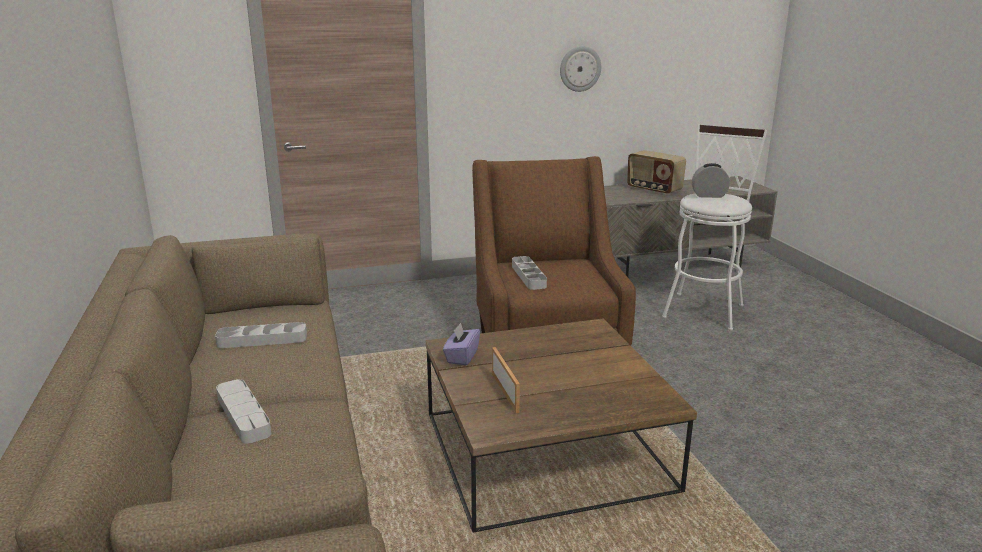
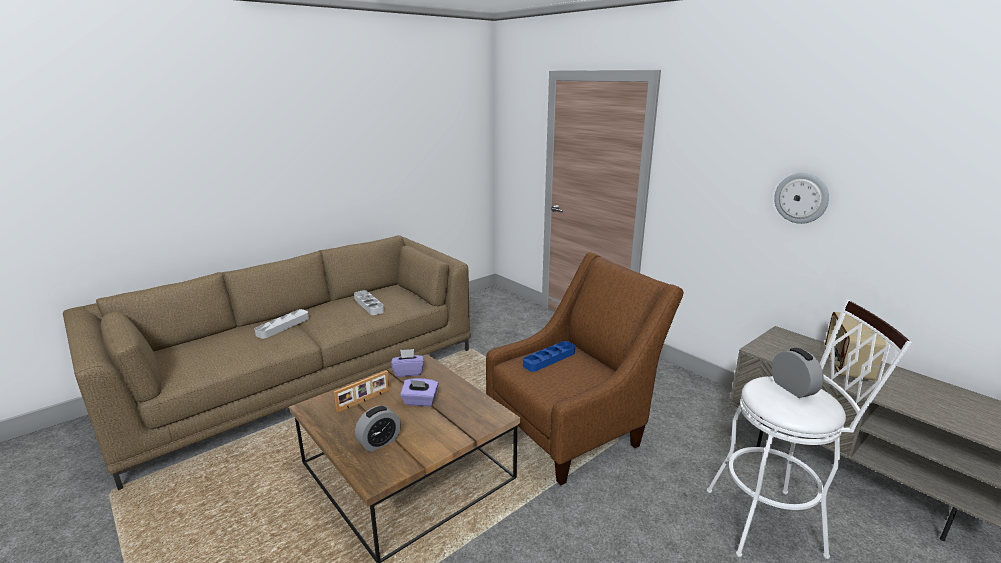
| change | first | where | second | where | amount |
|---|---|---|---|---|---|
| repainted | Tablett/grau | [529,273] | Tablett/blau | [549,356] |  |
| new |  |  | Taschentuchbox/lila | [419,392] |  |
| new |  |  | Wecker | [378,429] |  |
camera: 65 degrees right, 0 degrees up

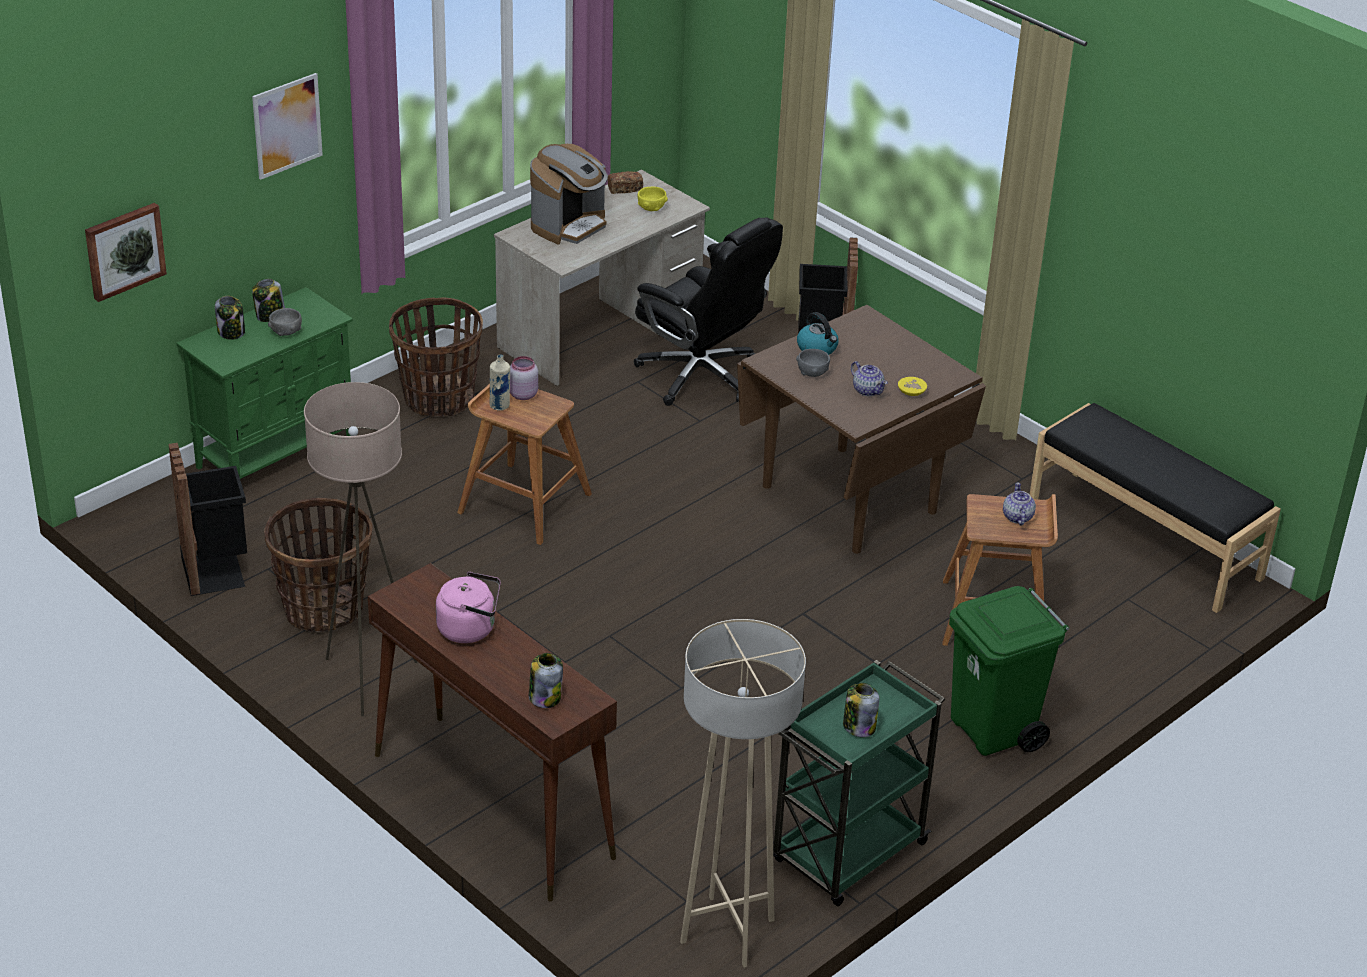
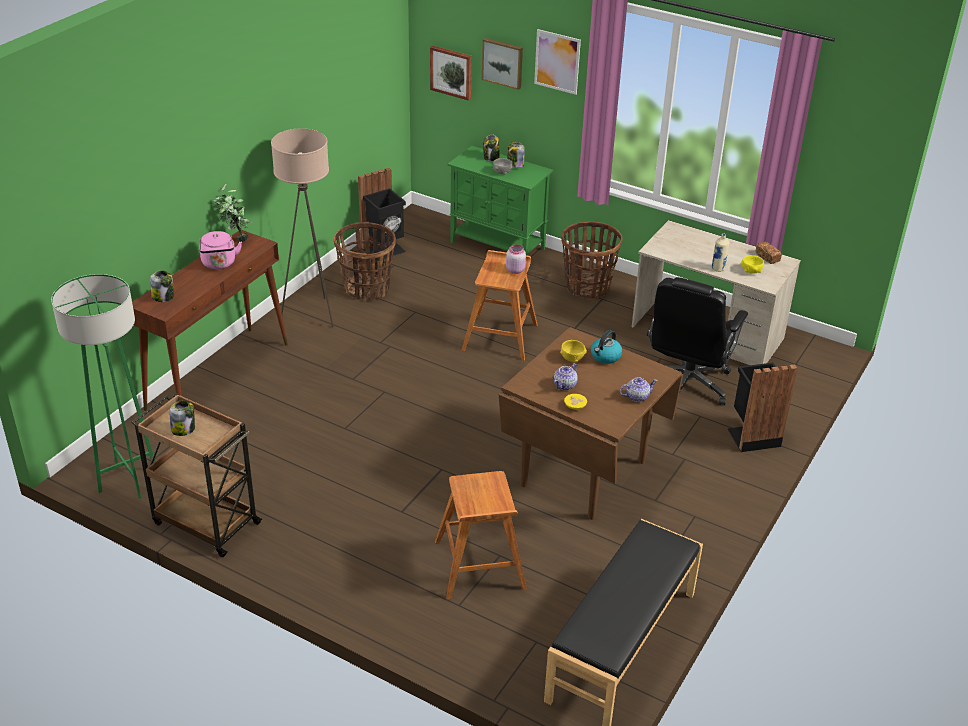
| change | first | where | second | where | amount |
|---|---|---|---|---|---|
| gone | Kaffeemaschine | [569,194] |  |  |  |
| repainted | Schüssel/grau | [813,363] | Schüssel/gelb | [573,351] |  |
| shifted | Flasche/beige | [500,382] |  | [720,253] |  |
| shifted | Teekanne | [1019,504] |  | [639,389] |  |
| gone | Mülleimer/grün | [1009,671] |  |  |  |
| repainted | Stehlampe/beige | [743,793] | Stehlampe/grün | [103,386] |  |
| repainted | Rollwagen/grün | [859,783] | Rollwagen/braun | [197,475] |  |
| new |  |  | Bild | [502,64] |  |
| new |  |  | Topfpflanze | [232,213] |  |
camera: 75 degrees right, 0 degrees up

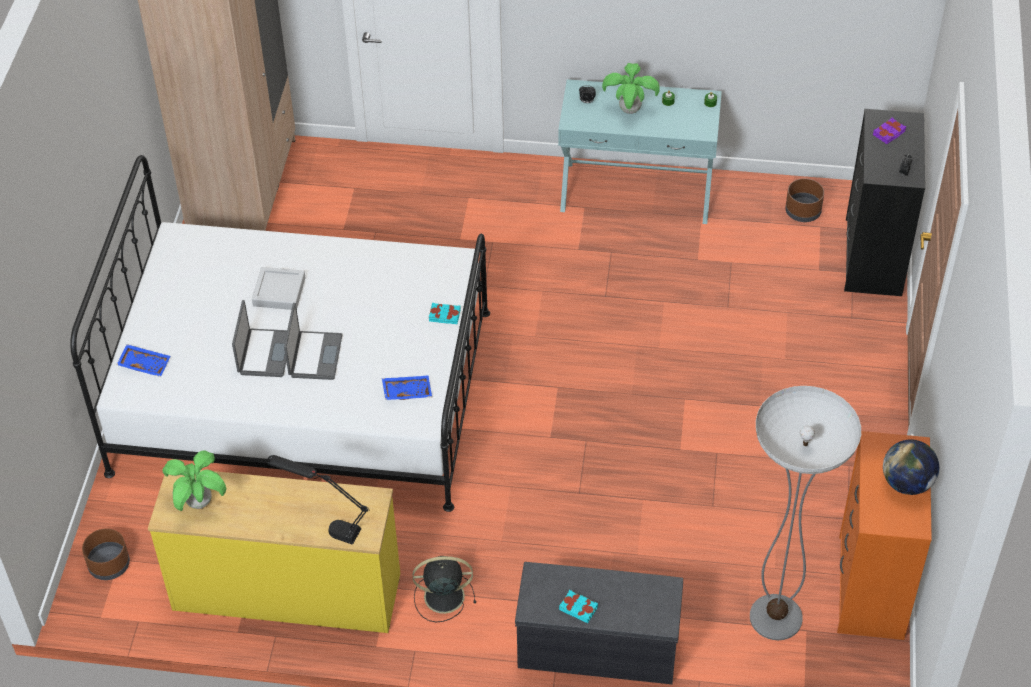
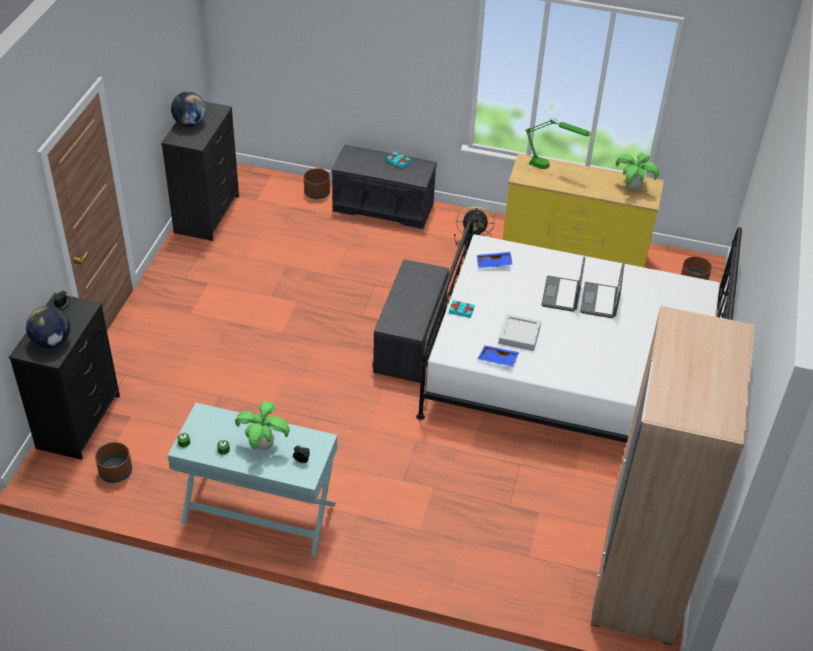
| change | first | where | second | where | amount |
|---|---|---|---|---|---|
| swapped | Buch/lila | [889,130] | Globus | [48,327] |  |
| shifted | Tablett/grau | [279,288] |  | [520,332] |  |
| shifted | Tablett/blau | [143,360] |  | [499,355] |  |
| gone | Stehlampe | [805,513] |  |  |  |
| repainted | Kommode/orange | [884,535] | Kommode/schwarz | [200,171] |  |
| repainted | Tischlampe/schwarz | [318,500] | Tischlampe/grün | [557,143] |  |
| new |  |  | Pflanzkübel/braun | [317,183] |  |
| new |  |  | Bank/grau | [411,321] |  |
camera: 175 degrees left, 5 degrees down

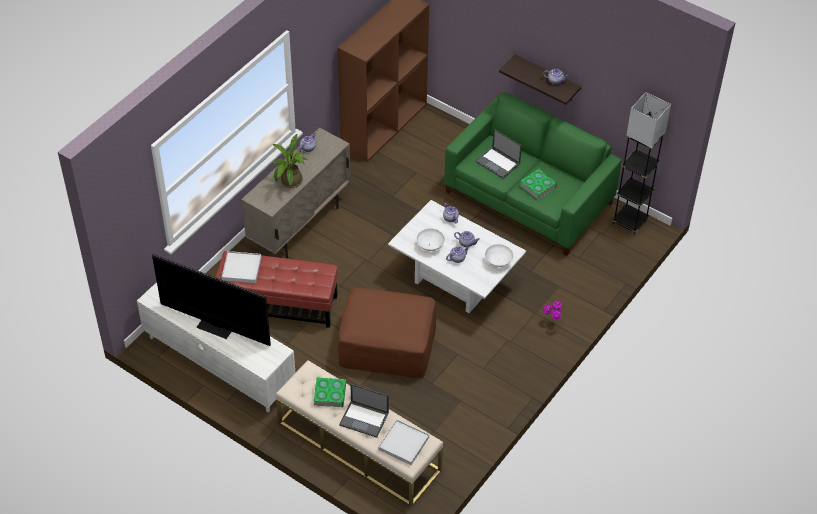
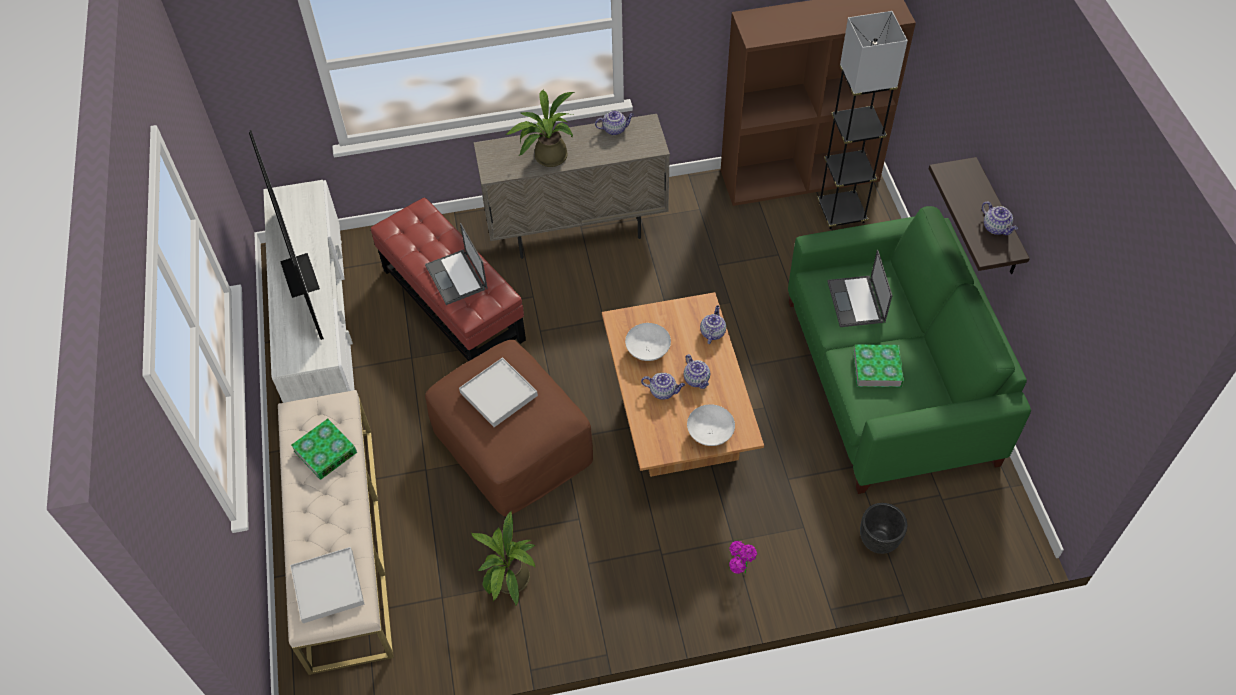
| change | first | where | second | where | amount |
|---|---|---|---|---|---|
| shifted | Stehlampe/grau | [641,163] |  | [863,120] |  |
| repainted | Couchtisch/weiß | [457,256] | Couchtisch/braun | [683,384] |  |
| shifted | Tablett/weiß | [242,267] |  | [498,392] |  |
| shifted | Laptop | [364,411] |  | [456,264] |  |
| new |  |  | Pflanzkübel/schwarz | [883,528] |  |
| new |  |  | Topfpflanze | [503,558] |  |
camera: 45 degrees right, 5 degrees up

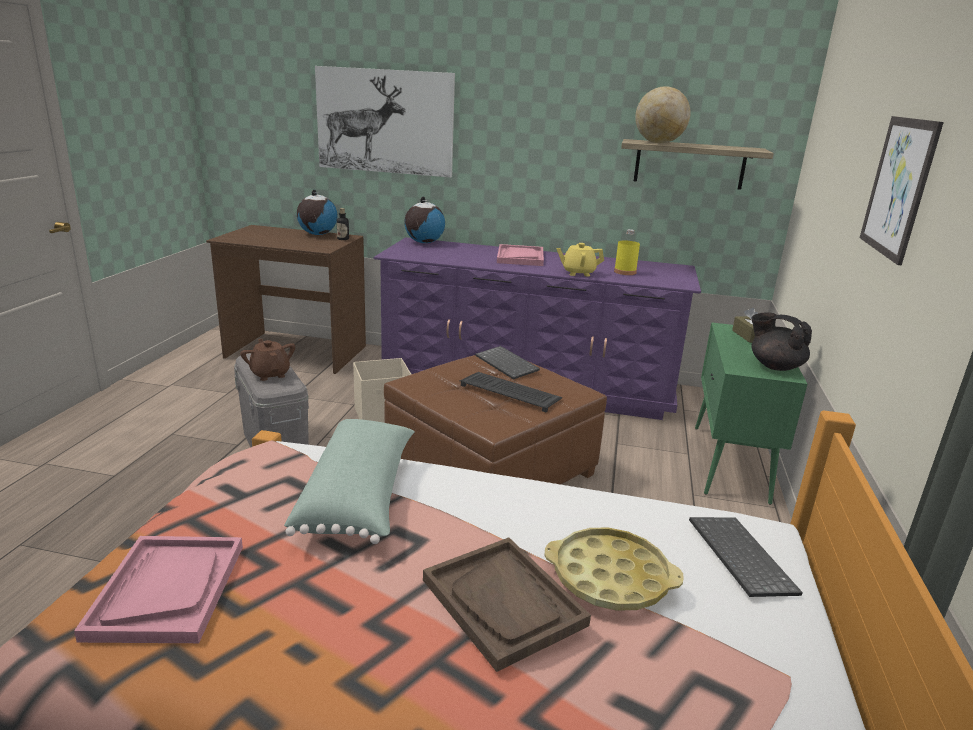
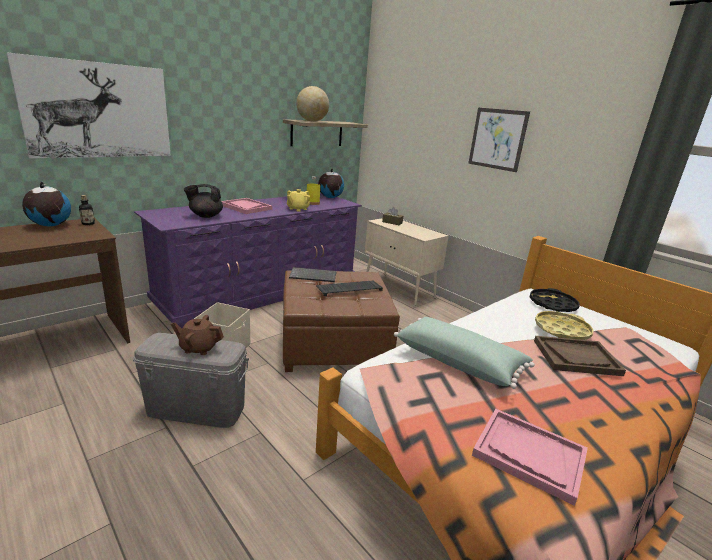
| change | first | where | second | where | amount |
|---|---|---|---|---|---|
| shifted | Globus | [425,220] |  | [331,183] |  |
| shifted | Teekanne/schwarz | [781,341] |  | [203,201] |  |
| repainted | Schrank/grün | [751,413] | Schrank/beige | [407,262] |  |
| swapped | Tastatur | [746,557] | Tablett/schwarz | [555,300] |  |
camera: 55 degrees left, 0 degrees up

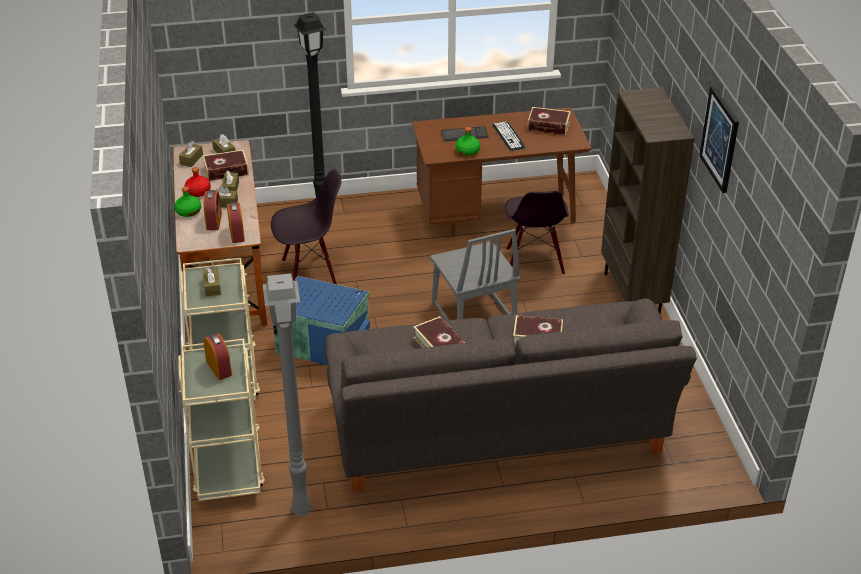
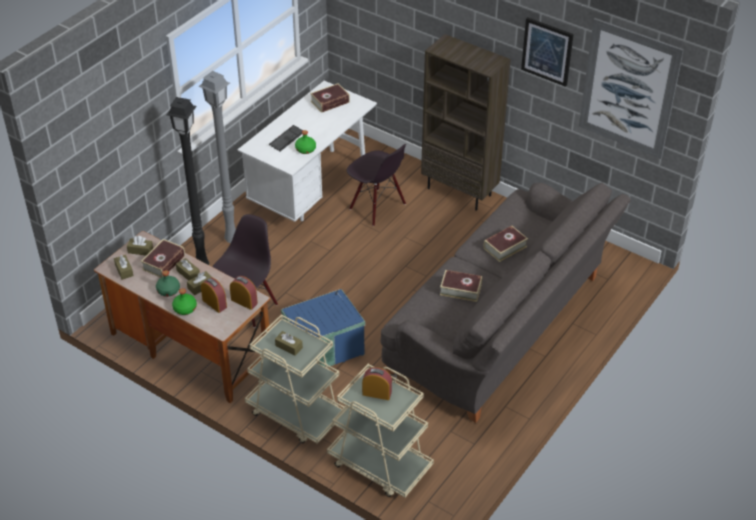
| change | first | where | second | where | amount |
|---|---|---|---|---|---|
| repainted | Schreibtisch/braun | [502,171] | Schreibtisch/weiß | [307,151] |  |
| gone | Tastatur | [509,136] |  |  |  |
| repainted | Flasche/rot | [197,182] | Flasche/grün | [168,283] |  |
| gone | Stuhl/grau | [475,275] |  |  |  |
| shifted | Stehlampe/grau | [287,394] |  | [217,157] |  |
| new |  |  | Bild | [631,88] |  |
camera: 45 degrees left, 5 degrees up

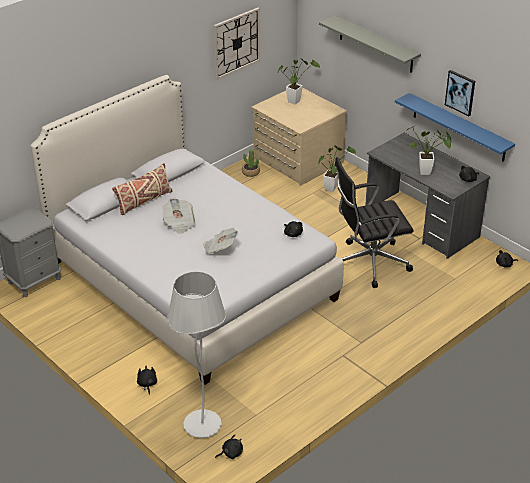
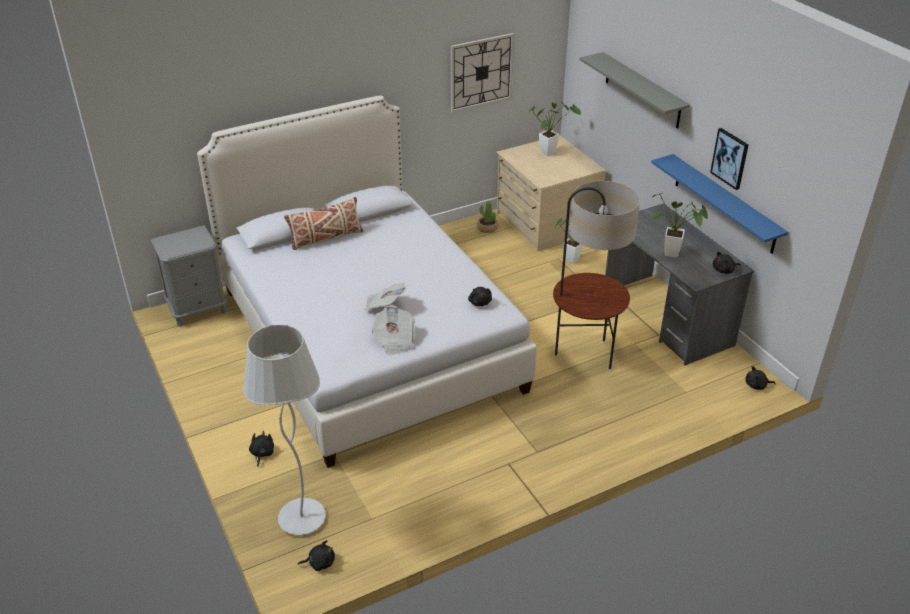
| change | first | where | second | where | amount |
|---|---|---|---|---|---|
| swapped | Bürostuhl/schwarz | [374,222] | Stehlampe | [596,275] |  |
| shifted | Zeitung | [179,216] |  | [393,330] |  |
camera: 15 degrees right, 0 degrees up

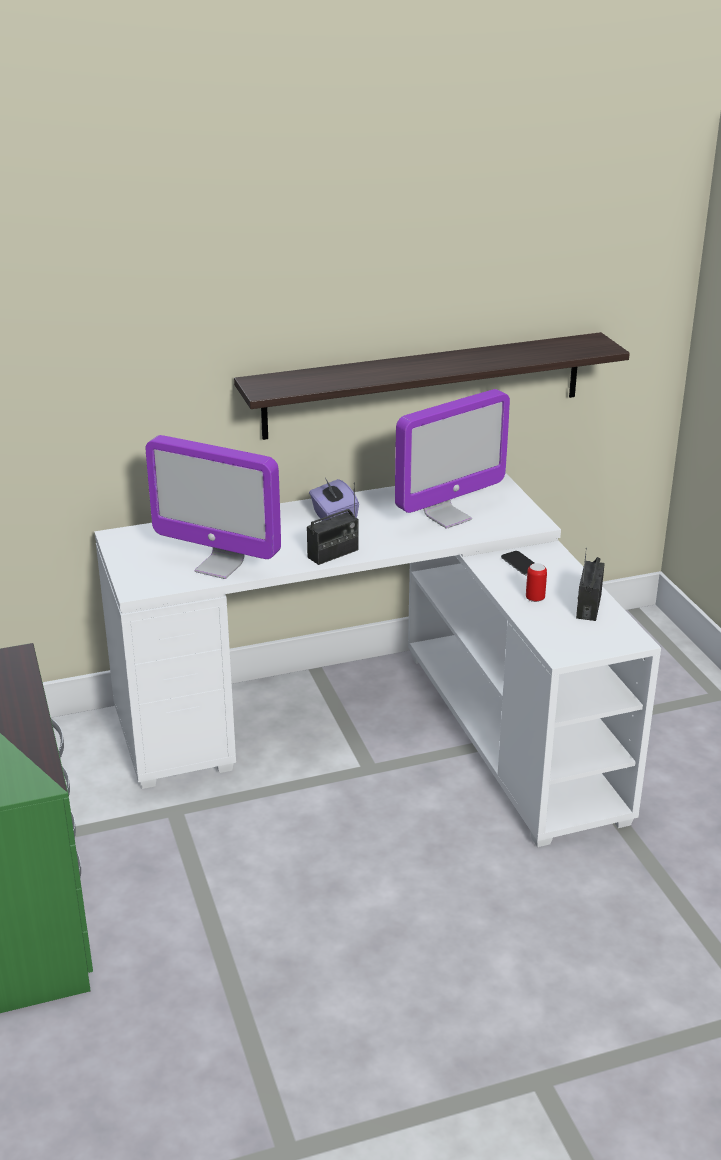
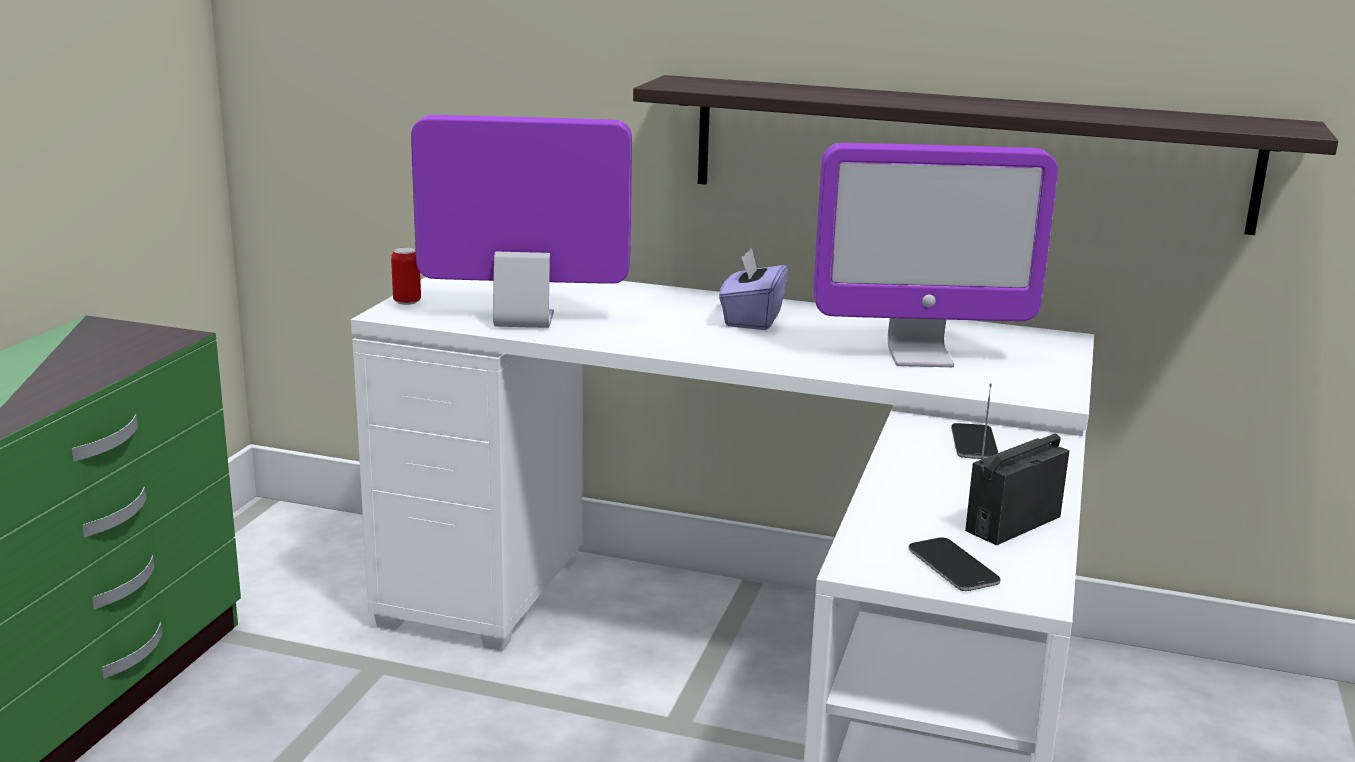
| change | first | where | second | where | amount |
|---|---|---|---|---|---|
| rotated | Monitor | [213,507] |  | [521,221] | 120 degrees clockwise |
| gone | Radio | [332,524] |  |  |  |
| shifted | Dose | [536,582] |  | [406,276] |  |
| new |  |  | Handy | [954,564] |  |
camera: 35 degrees right, 10 degrees down

